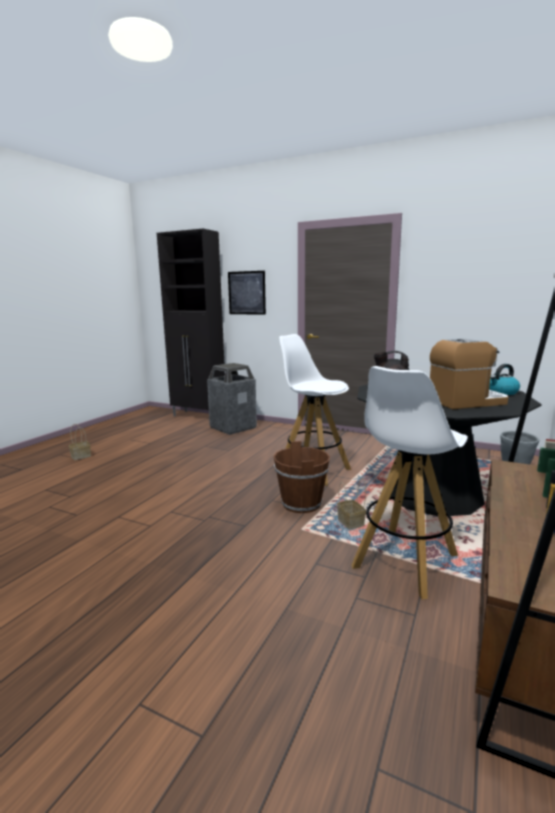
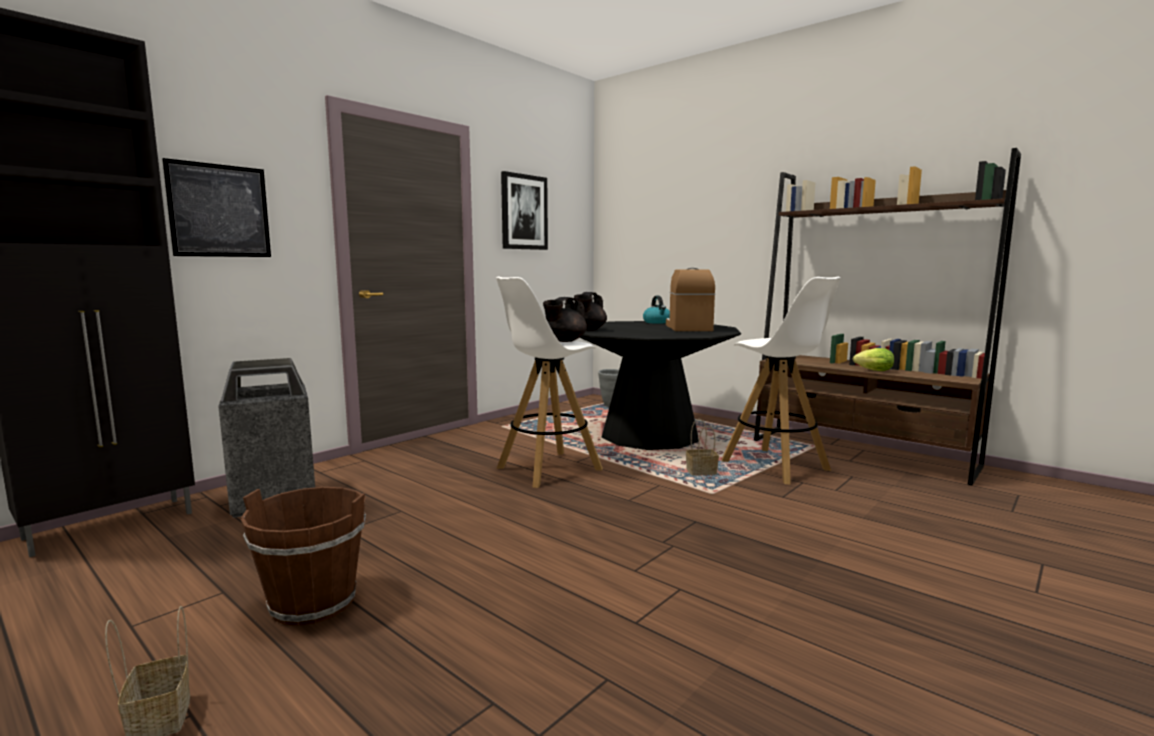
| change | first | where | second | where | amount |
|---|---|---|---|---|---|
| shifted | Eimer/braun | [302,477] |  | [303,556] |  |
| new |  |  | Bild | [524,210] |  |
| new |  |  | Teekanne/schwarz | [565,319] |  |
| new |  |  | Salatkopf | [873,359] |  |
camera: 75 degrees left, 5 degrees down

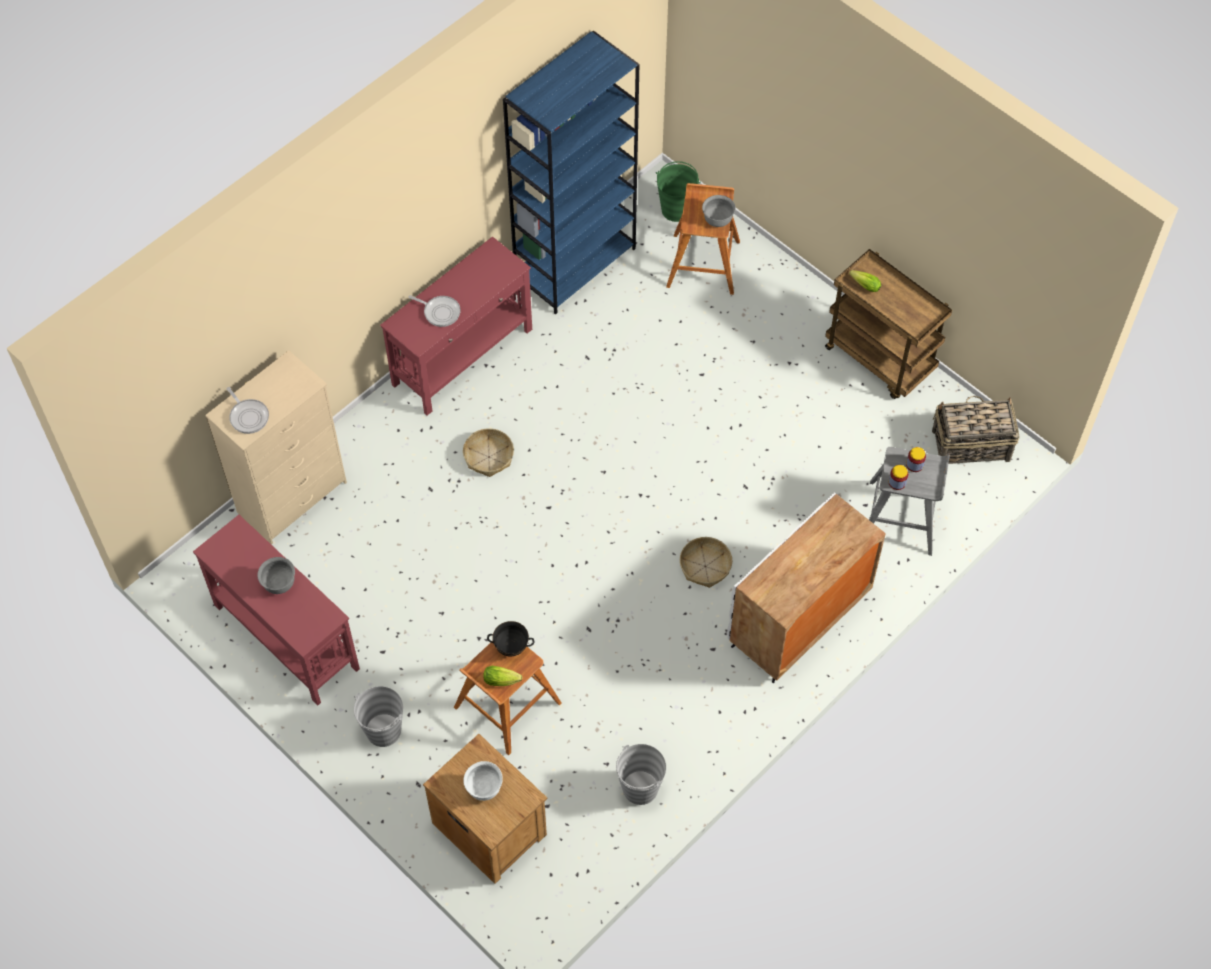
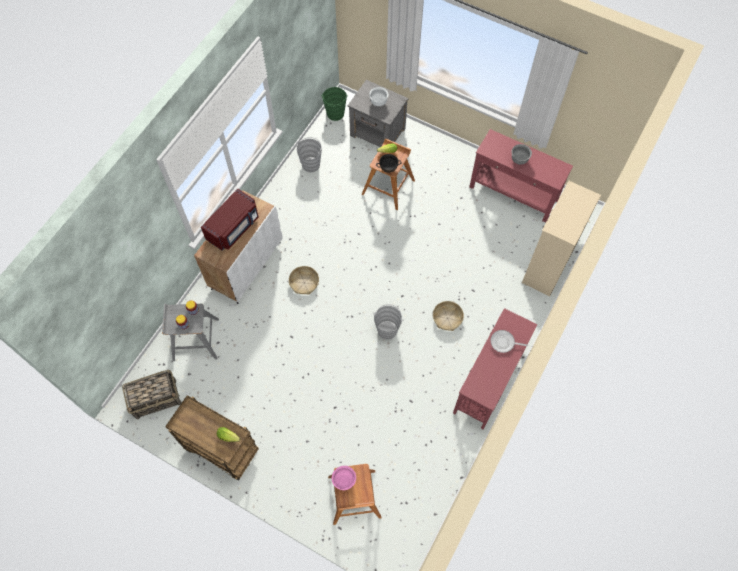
| change | first | where | second | where | amount |
|---|---|---|---|---|---|
| gone | Bücherregal/blau | [571,173] |  |  |  |
| shifted | Eimer/grün | [678,191] |  | [334,104] |  |
| repainted | Schüssel/grau | [719,211] | Schüssel/rosa | [344,478] |  |
| gone | Pfanne | [248,410] |  |  |  |
| shifted | Eimer/grau | [378,716] |  | [388,322] |  |
| repainted | Nachttisch/braun | [485,809] | Nachttisch/grau | [378,113] |  |
| new |  |  | Mikrowelle/rot | [230,220] |  |
camera: 165 degrees right, 5 degrees up

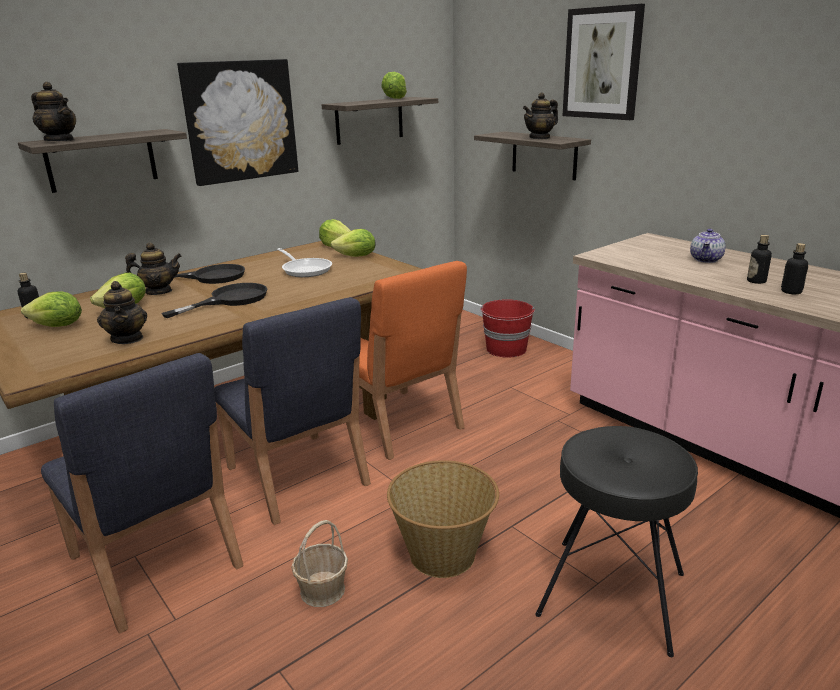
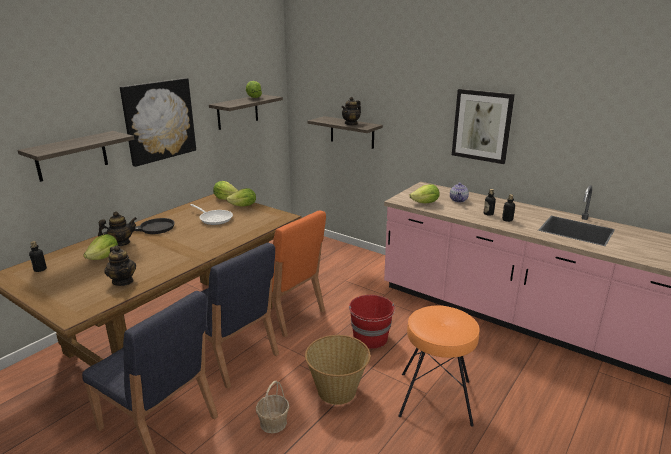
| change | first | where | second | where | amount |
|---|---|---|---|---|---|
| shifted | Bild | [603,62] |  | [483,126] |  |
| gone | Teekanne | [53,111] |  |  |  |
| gone | Pfanne/schwarz | [214,300] |  |  |  |
| shifted | Salatkopf | [51,309] |  | [424,194] |  |
| shifted | Eimer/rot | [507,328] |  | [372,322] |  |
| repainted | Hocker/schwarz | [616,541] | Hocker/orange | [439,365] |  |
camera: 15 degrees left, 0 degrees up

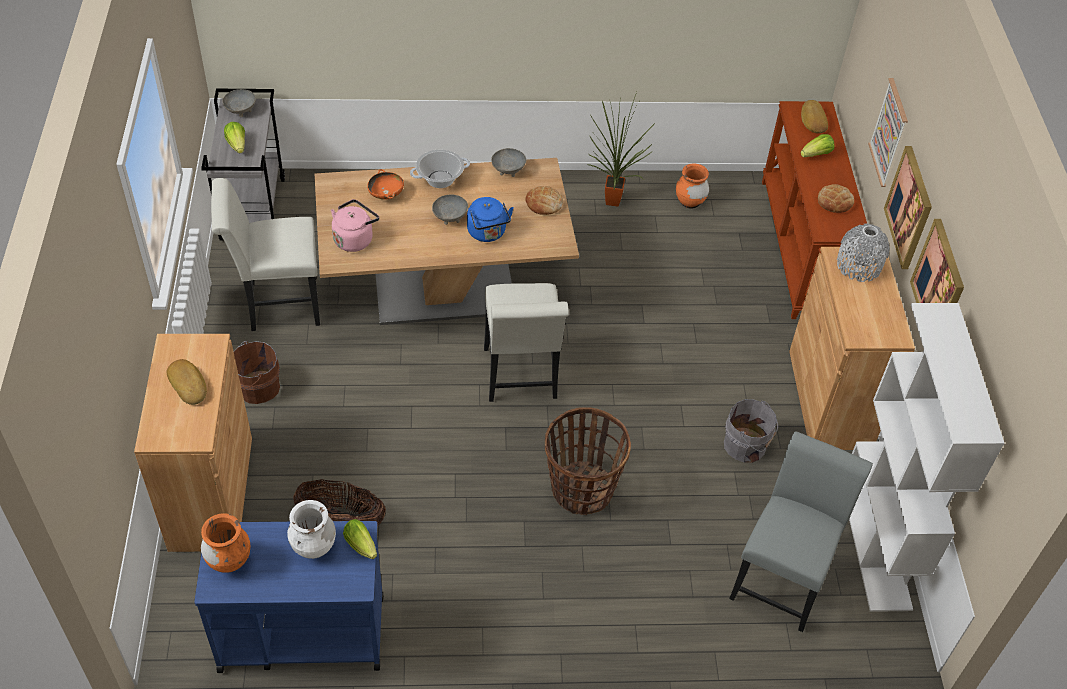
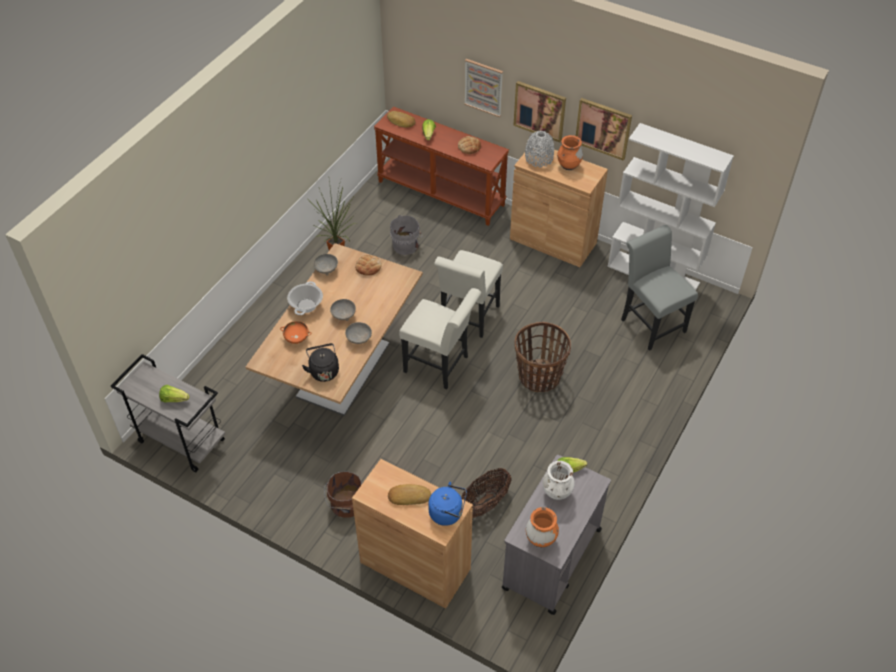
| change | first | where | second | where | amount |
|---|---|---|---|---|---|
| shifted | Schüssel/grau | [239,103] |  | [358,333] |  |
| shifted | Vase/orange | [692,186] |  | [570,152] |  |
| shifted | Stuhl/weiß | [265,254] |  | [468,294] |  |
| shifted | Wasserkessel/blau | [490,219] |  | [447,504] |  |
| repainted | Wasserkessel/rosa | [355,225] | Wasserkessel/schwarz | [320,362] |  |
| shifted | Eimer/grau | [751,431] |  | [406,235] |  |
| repainted | Rollwagen/blau | [289,597] | Rollwagen/grau | [556,535] |  |
camera: 55 degrees left, 0 degrees up

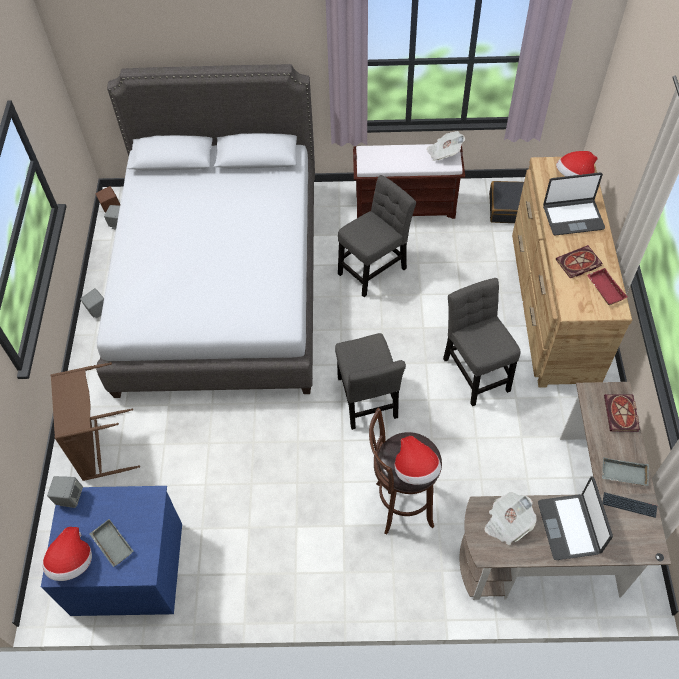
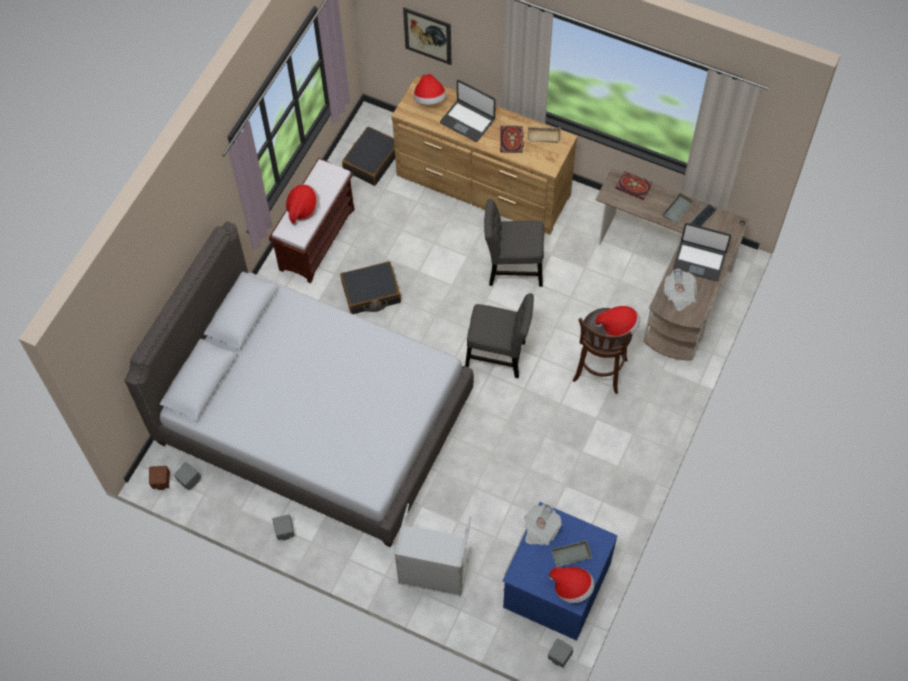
| change | first | where | second | where | amount |
|---|---|---|---|---|---|
| shifted | Zeitung | [446,146] |  | [542,525] |  |
| rotated | Laptop | [574,204] |  | [468,111] | 105 degrees clockwise |
| swapped | Stuhl/grau | [377,236] | Koffer/schwarz | [370,287] |  |
| repainted | Tablett/rot | [607,286] | Tablett/beige | [544,135] |  |
| repainted | Wäschekorb/braun | [95,421] | Wäschekorb/grau | [433,550] |  |
| shifted | Lautsprecher/grau | [65,492] |  | [560,653] |  |
| new |  |  | Bild | [427,36] |  |
| new |  |  | Hut | [302,204] |  |
camera: 65 degrees left, 5 degrees up

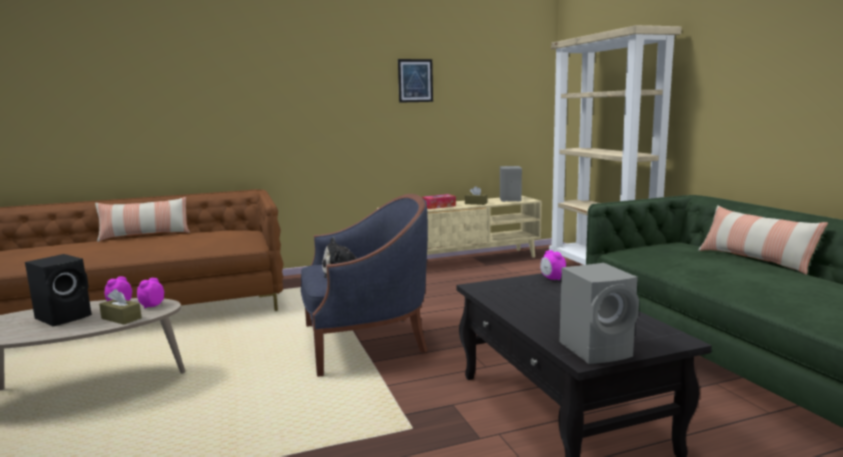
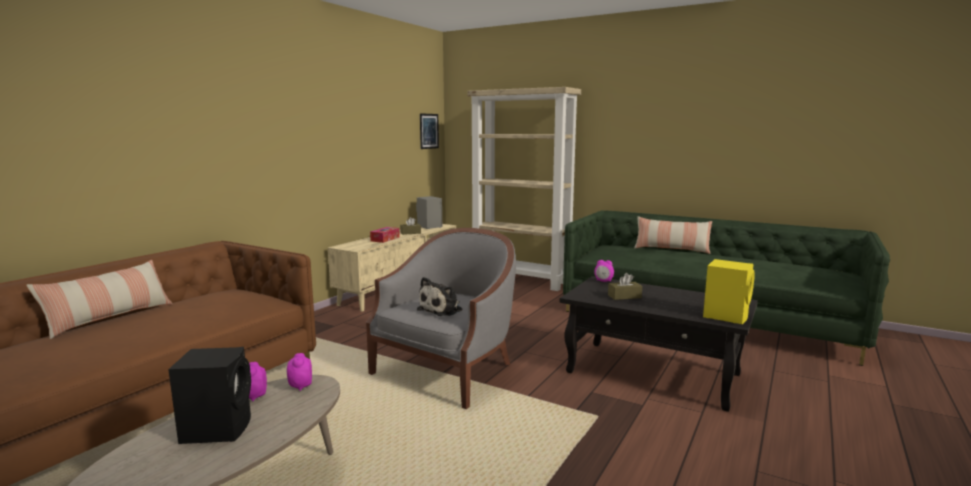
| change | first | where | second | where | amount |
|---|---|---|---|---|---|
| shifted | Bild | [415,81] |  | [429,131] |  |
| repainted | Sessel/blau | [364,285] | Sessel/grau | [441,318] |  |
| repainted | Lautsprecher/grau | [599,313] | Lautsprecher/gelb | [729,291] |  |
| shifted | Taschentuchbox/braun | [120,307] |  | [625,286] |  |
camera: 40 degrees left, 0 degrees up

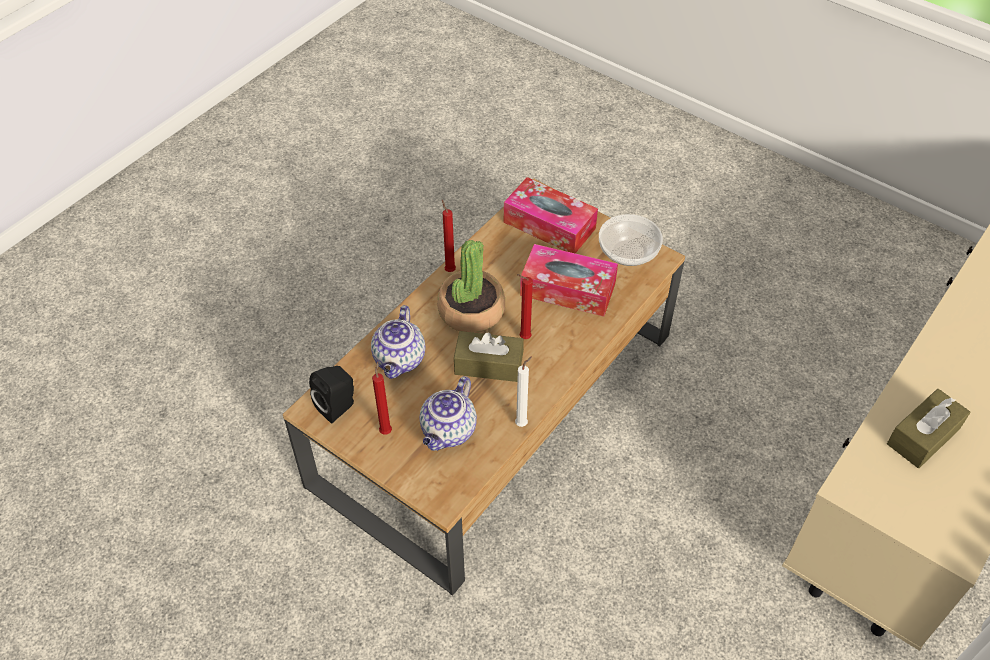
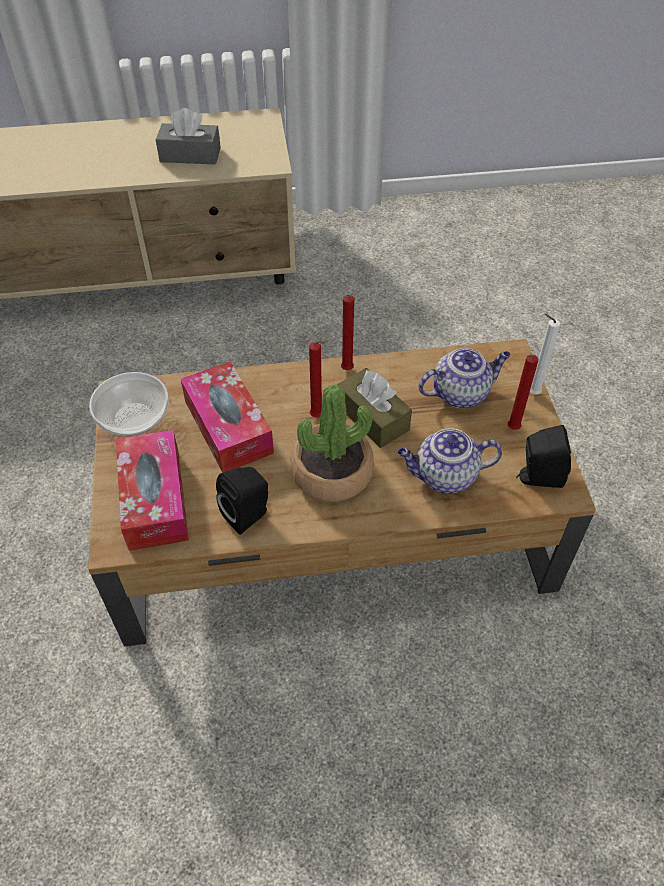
| change | first | where | second | where | amount |
|---|---|---|---|---|---|
| shifted | Kerze/rot | [449,236] |  | [347,332] |  |
| rotated | Teekanne | [398,342] |  | [449,461] | 150 degrees counterclockwise |
| shifted | Kerze/weiß | [523,391] |  | [545,354] |  |
| repainted | Taschentuchbox/braun | [929,428] | Taschentuchbox/grau | [188,136] |  |
| new |  |  | Lautsprecher/schwarz | [242,501] |  |
camera: 135 degrees left, 0 degrees up

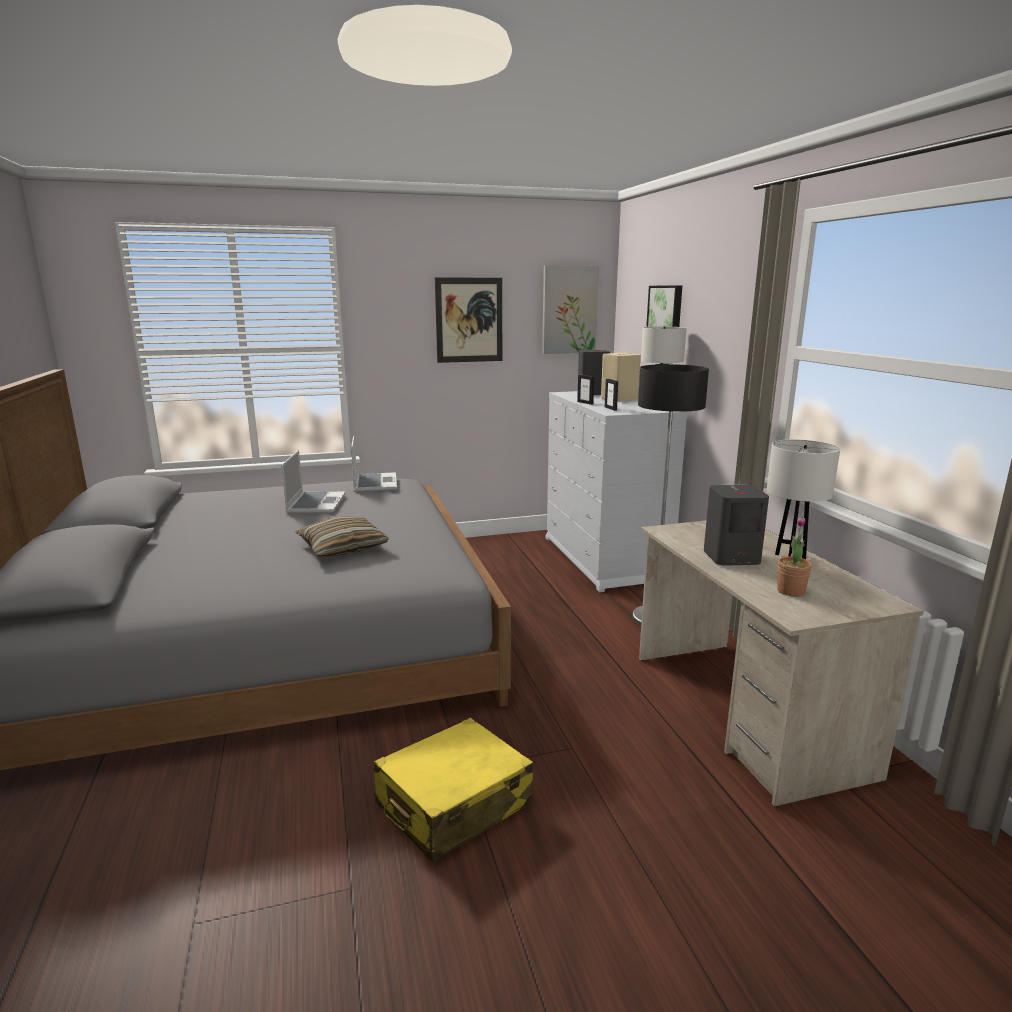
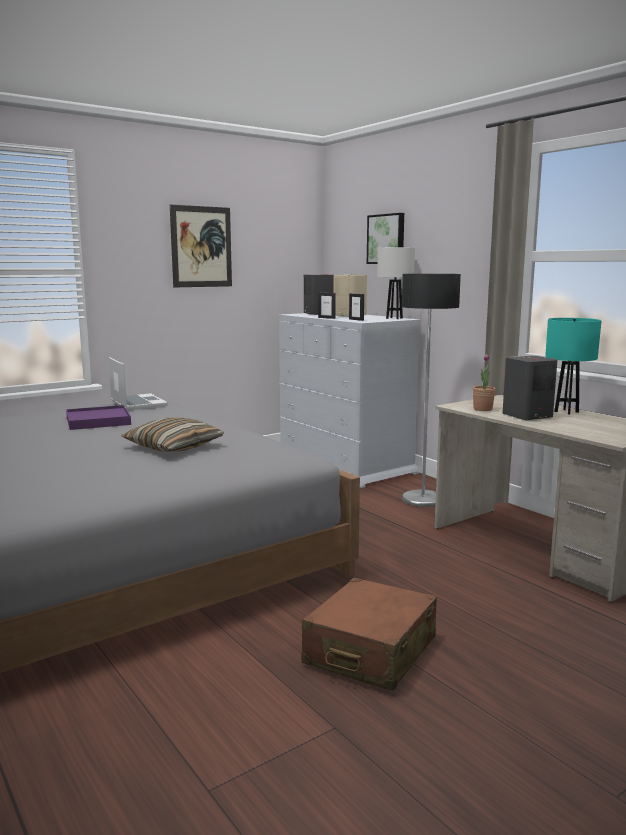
| change | first | where | second | where | amount |
|---|---|---|---|---|---|
| gone | Bild | [570,309] |  |  |  |
| repainted | Tischlampe/weiß | [803,499] | Tischlampe/türkis | [573,366] |  |
| swapped | Laptop | [313,482] | Tablett/lila | [98,417] |  |
| shifted | Topfpflanze | [794,557] |  | [484,382] |  |
| repainted | Koffer/gelb | [453,790] | Koffer/braun | [369,634] |  |
camera: 20 degrees left, 5 degrees down

